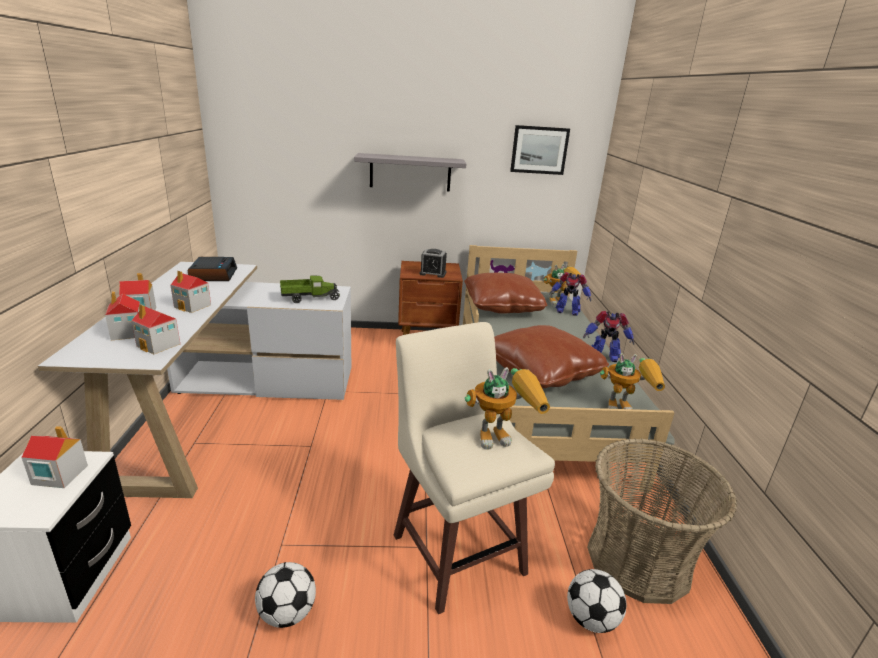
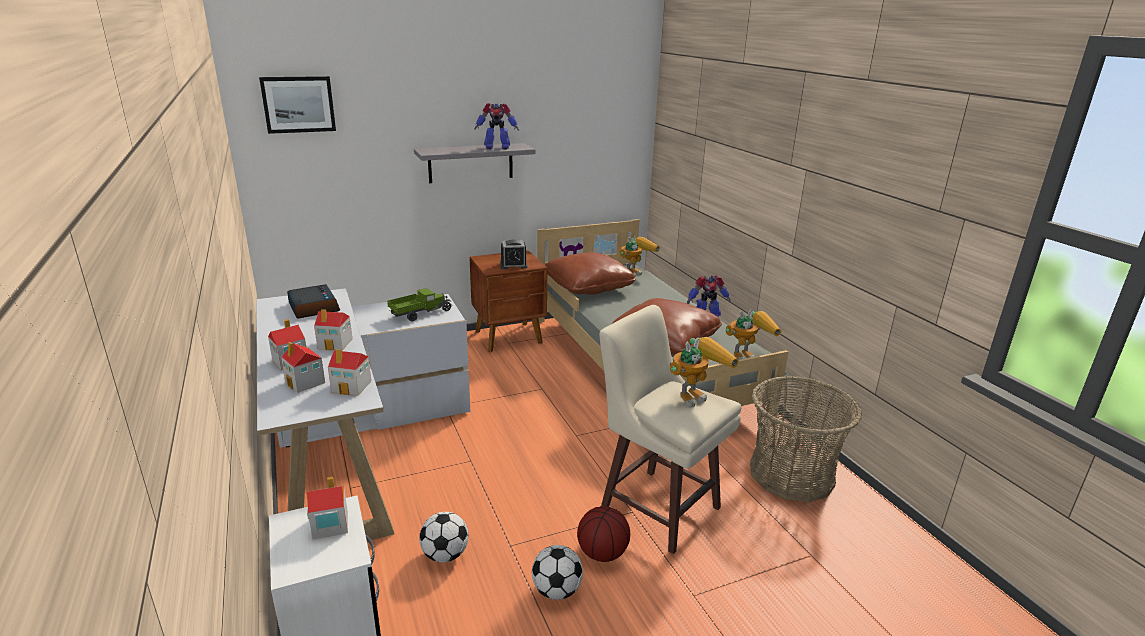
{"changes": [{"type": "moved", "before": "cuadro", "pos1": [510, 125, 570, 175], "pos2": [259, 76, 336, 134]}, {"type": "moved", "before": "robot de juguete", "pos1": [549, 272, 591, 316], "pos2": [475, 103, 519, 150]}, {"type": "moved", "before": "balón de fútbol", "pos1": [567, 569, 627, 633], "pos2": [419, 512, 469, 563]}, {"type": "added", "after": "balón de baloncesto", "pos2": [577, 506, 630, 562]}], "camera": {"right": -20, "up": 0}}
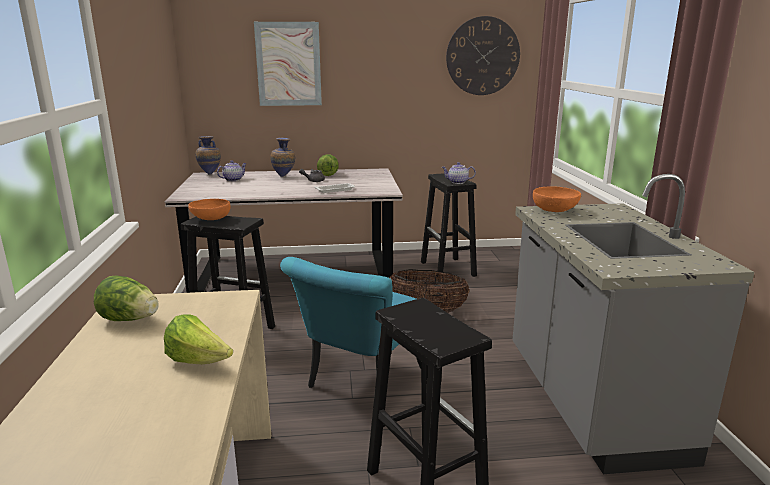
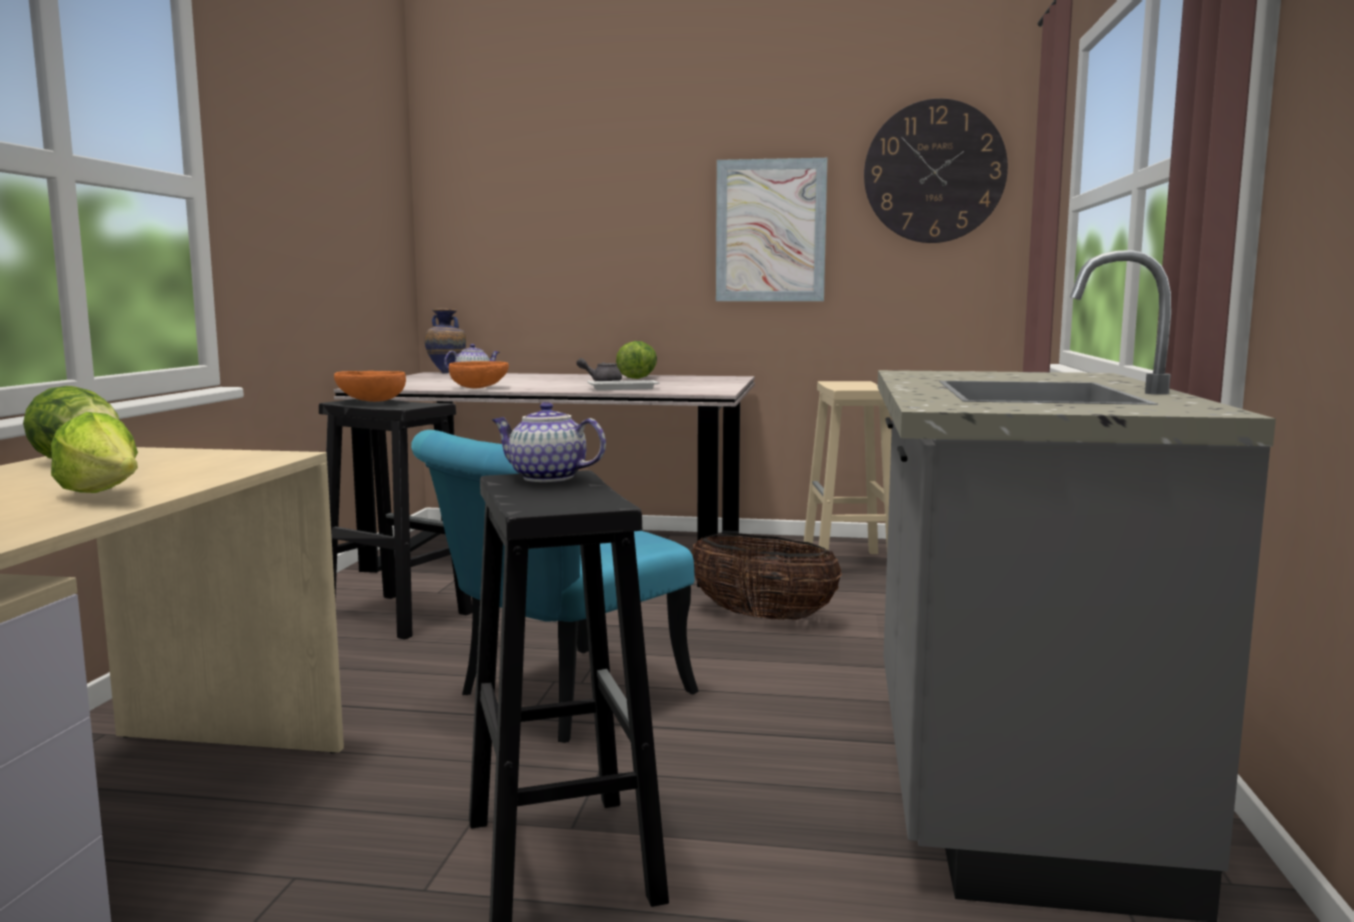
{"changes": [{"type": "moved", "before": "cuadro", "pos1": [254, 22, 322, 106], "pos2": [716, 158, 827, 301]}, {"type": "removed", "before": "florero", "pos1": [271, 137, 295, 177]}, {"type": "recoloured", "before": "taburete (negro)", "after": "taburete (beis)", "pos1": [421, 173, 477, 280], "pos2": [804, 381, 891, 556]}, {"type": "moved", "before": "tetera", "pos1": [441, 162, 476, 184], "pos2": [492, 402, 606, 482]}, {"type": "moved", "before": "cuenco (naranja)", "pos1": [533, 186, 581, 212], "pos2": [449, 361, 509, 388]}], "camera": {"right": 15, "up": -10}}
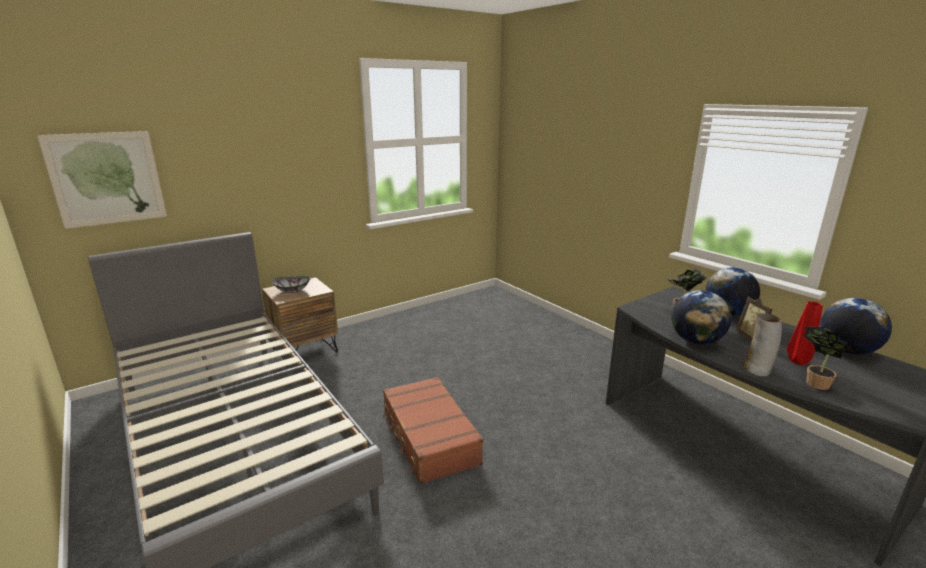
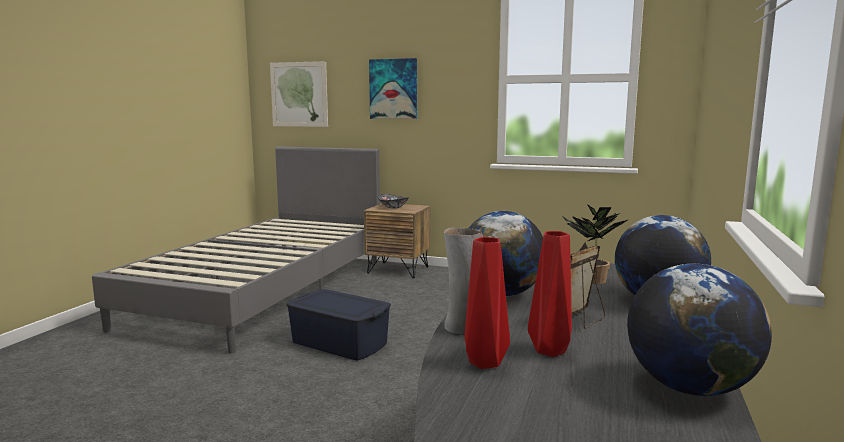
{"changes": [{"type": "replaced", "before": "maleta (marrón)", "after": "caja de almacenaje (azul)", "pos1": [382, 377, 484, 484], "pos2": [286, 289, 391, 360]}, {"type": "replaced", "before": "planta en maceta", "after": "florero (rojo)", "pos1": [804, 325, 851, 390], "pos2": [464, 237, 510, 369]}, {"type": "added", "after": "cuadro", "pos2": [369, 58, 417, 119]}], "camera": {"right": 55, "up": -10}}
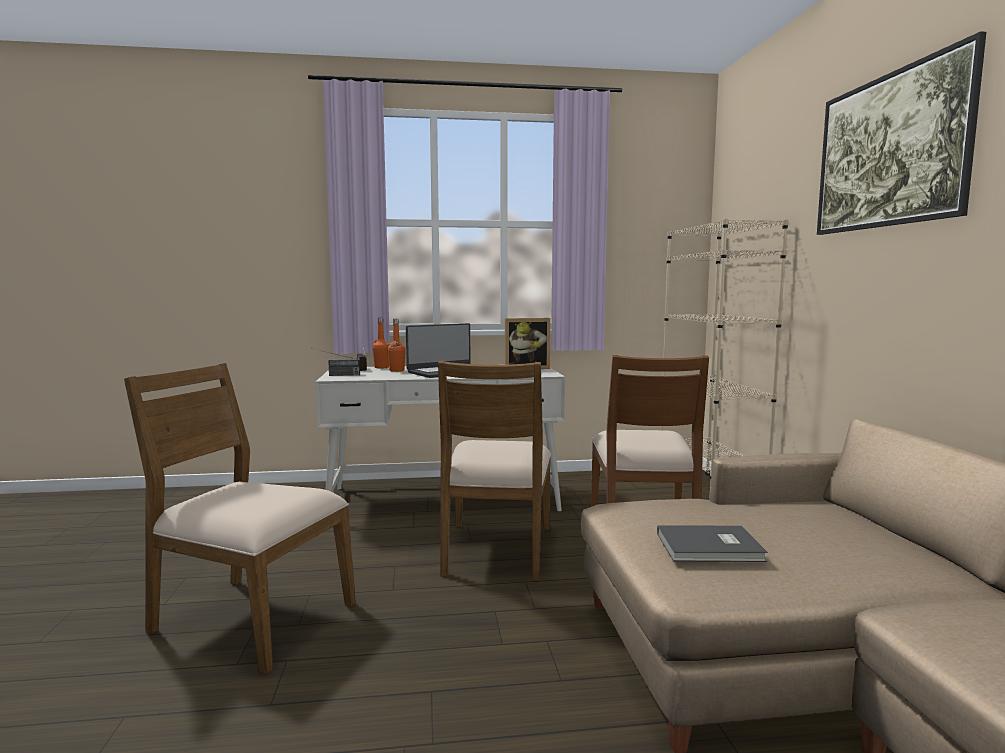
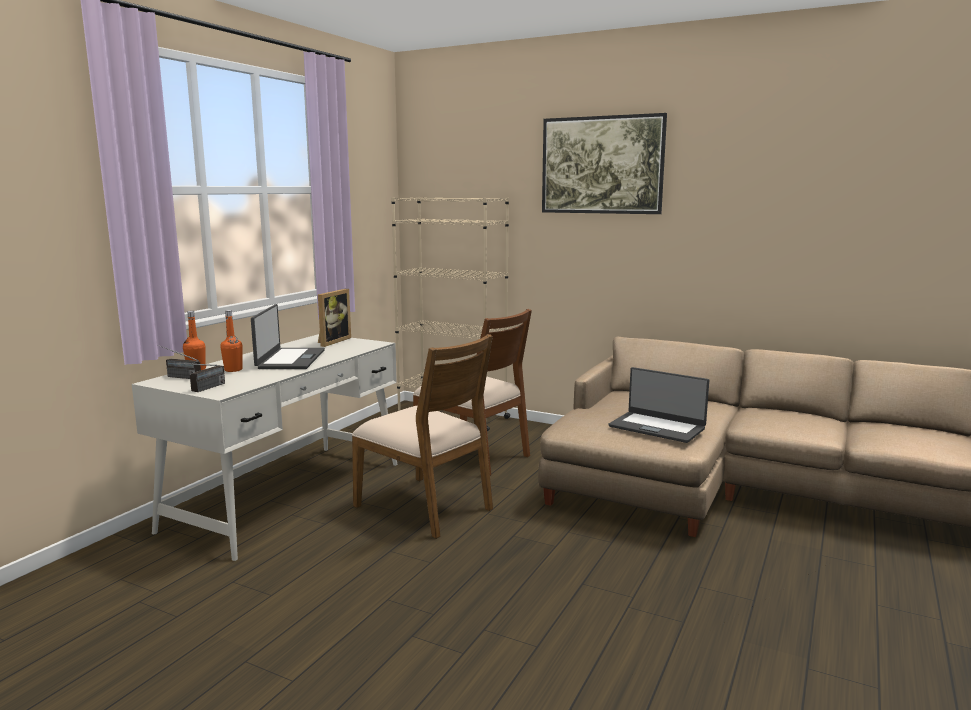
{"changes": [{"type": "removed", "before": "silla (marrón)", "pos1": [124, 363, 356, 675]}, {"type": "replaced", "before": "libro (gris)", "after": "portátil", "pos1": [657, 525, 768, 562], "pos2": [609, 367, 709, 443]}], "camera": {"right": -55, "up": 5}}
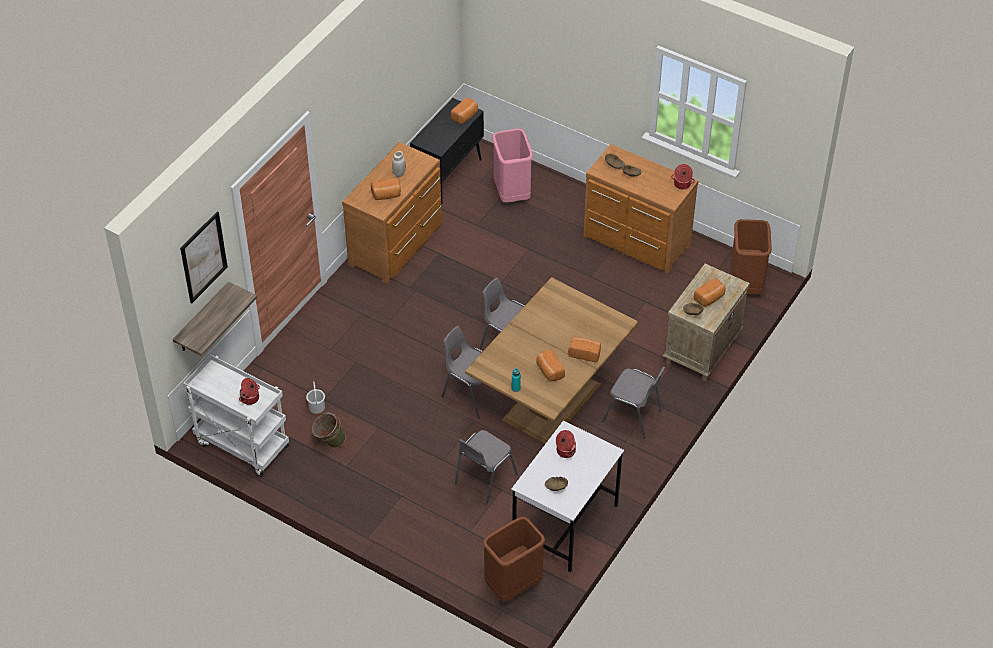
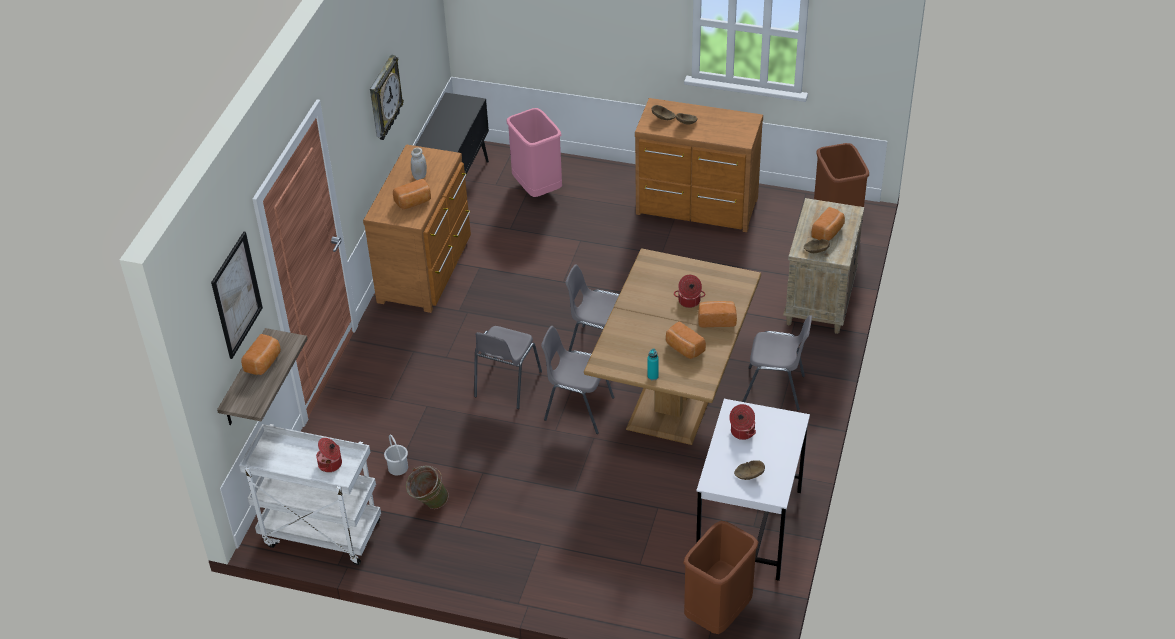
{"changes": [{"type": "moved", "before": "pan", "pos1": [451, 97, 478, 124], "pos2": [241, 334, 281, 375]}, {"type": "moved", "before": "silla (gris)", "pos1": [455, 430, 518, 504], "pos2": [474, 326, 542, 409]}, {"type": "moved", "before": "olla", "pos1": [671, 164, 695, 189], "pos2": [674, 275, 705, 308]}, {"type": "added", "after": "reloj de pared", "pos2": [370, 55, 404, 140]}], "camera": {"right": -15, "up": -5}}
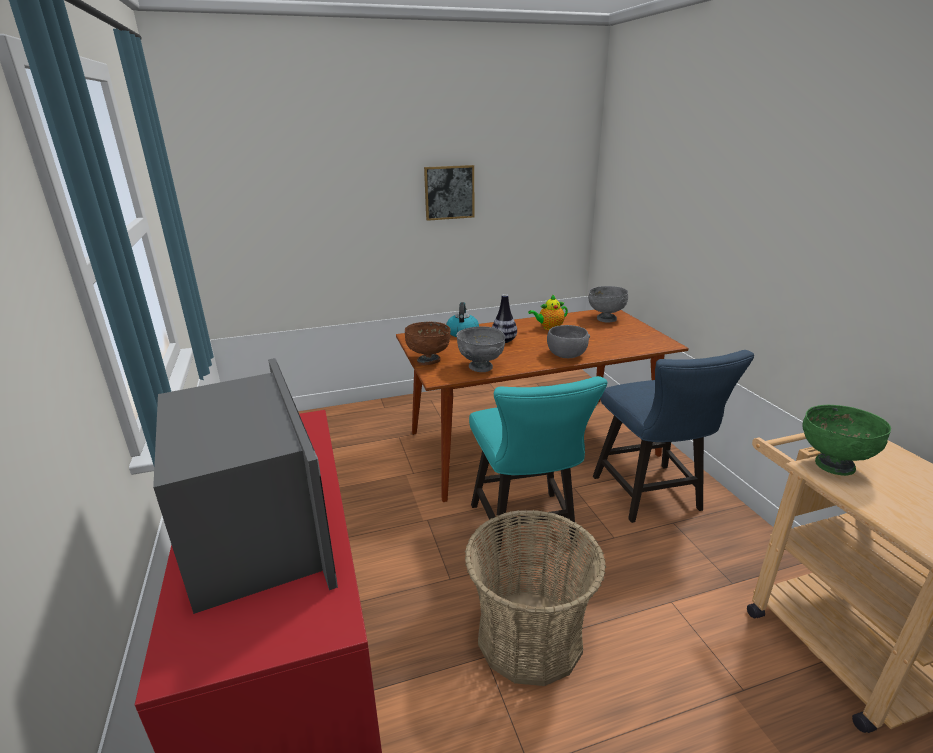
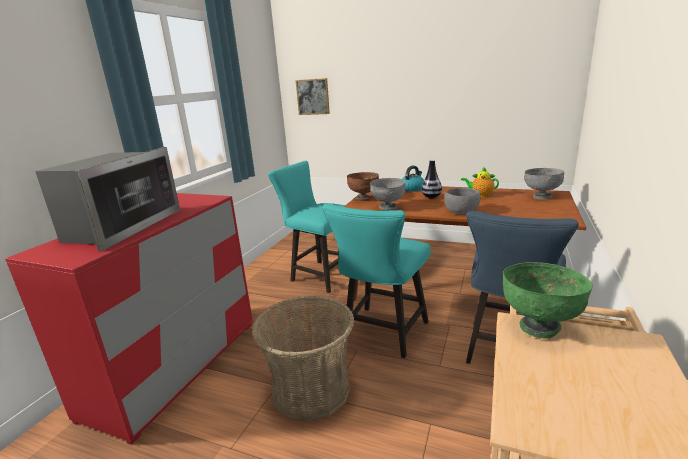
{"changes": [{"type": "moved", "before": "cuadro", "pos1": [424, 165, 475, 221], "pos2": [296, 78, 330, 115]}, {"type": "added", "after": "silla (turquesa)", "pos2": [268, 161, 345, 293]}], "camera": {"right": 40, "up": -5}}
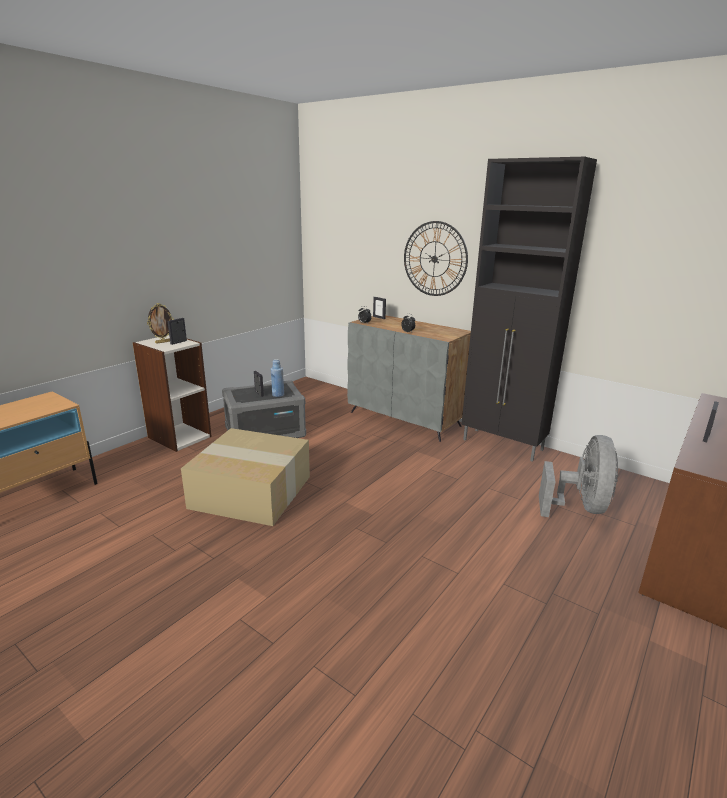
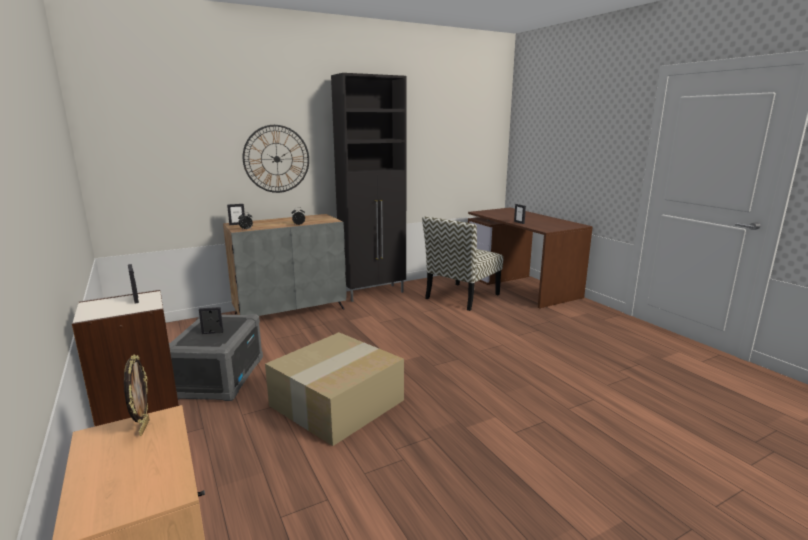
{"changes": [{"type": "moved", "before": "portarretratos", "pos1": [147, 303, 174, 344], "pos2": [124, 355, 150, 436]}, {"type": "removed", "before": "botella (azul)", "pos1": [271, 359, 284, 397]}, {"type": "replaced", "before": "ventilador (gris)", "after": "silla", "pos1": [539, 435, 618, 517], "pos2": [422, 216, 503, 311]}], "camera": {"right": -65, "up": -5}}
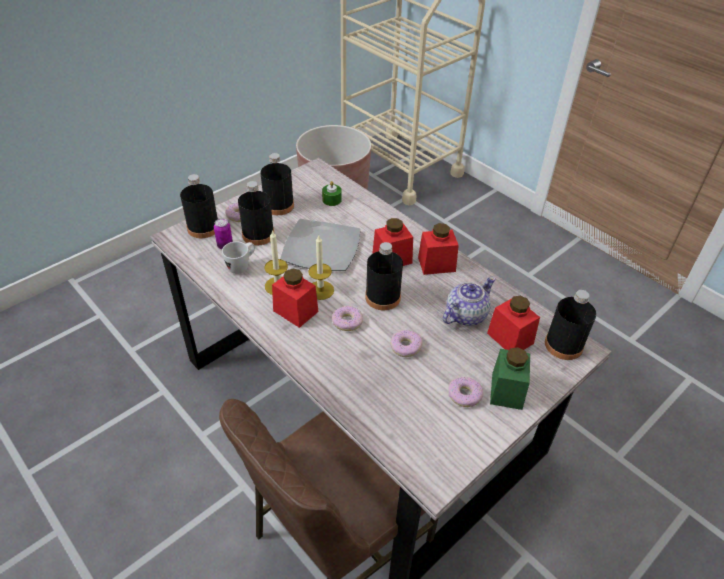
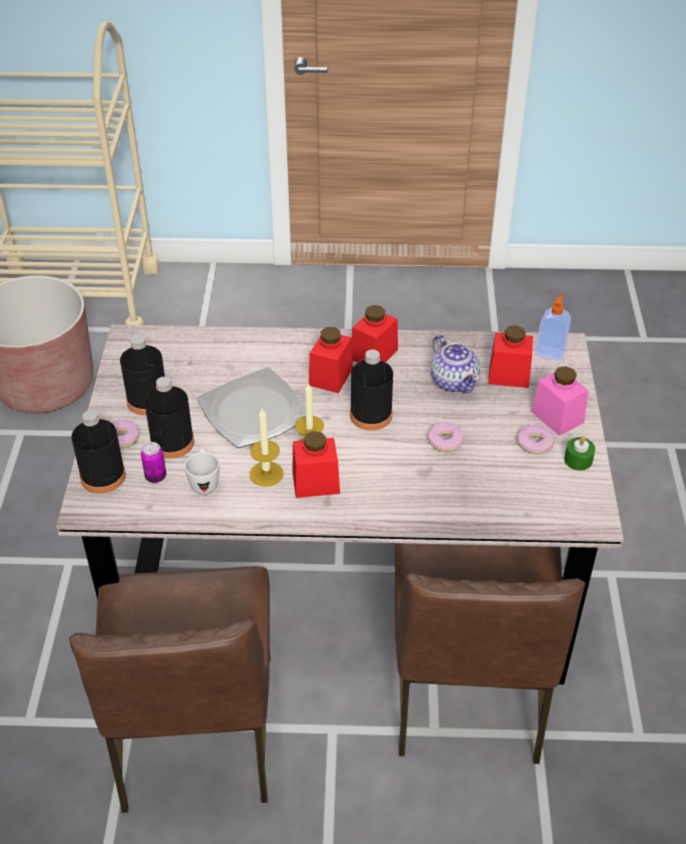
{"changes": [{"type": "moved", "before": "vela (verde)", "pos1": [322, 181, 342, 206], "pos2": [564, 436, 595, 471]}, {"type": "removed", "before": "rosquilla", "pos1": [332, 306, 363, 331]}, {"type": "turned", "before": "tetera", "pos1": [443, 277, 495, 326], "pos2": [431, 335, 480, 393], "turn": 150}, {"type": "recoloured", "before": "tarro (verde)", "after": "tarro (rosa)", "pos1": [490, 347, 530, 410], "pos2": [531, 366, 588, 436]}, {"type": "replaced", "before": "botella (negro)", "after": "dispensador de jabón", "pos1": [545, 290, 597, 360], "pos2": [535, 294, 571, 361]}, {"type": "added", "after": "silla (marrón)", "pos2": [69, 566, 271, 813]}], "camera": {"right": -45, "up": 0}}
